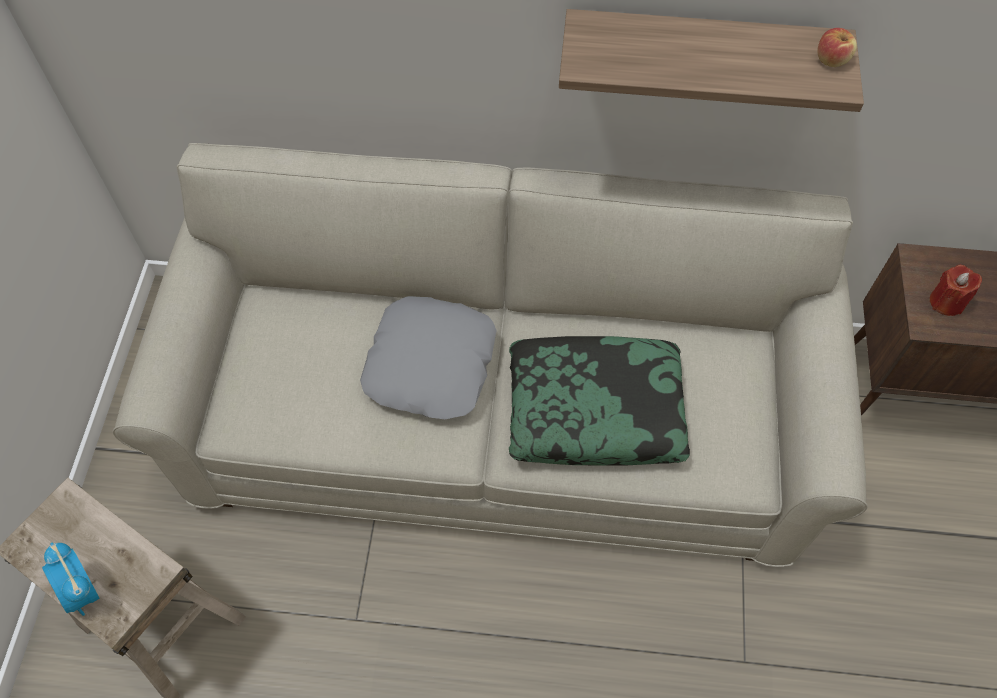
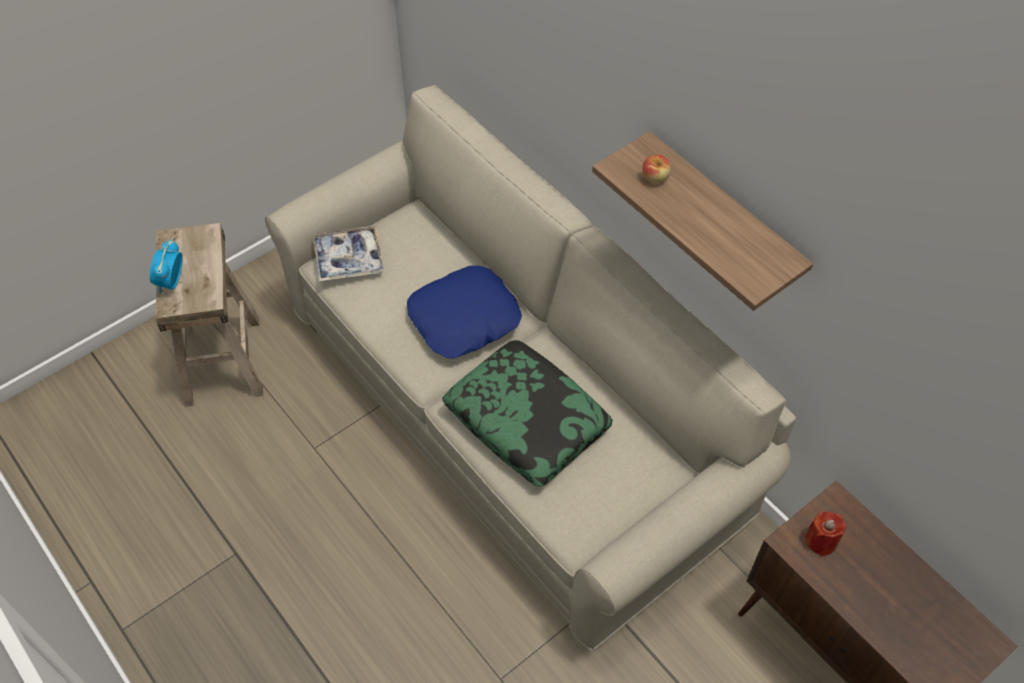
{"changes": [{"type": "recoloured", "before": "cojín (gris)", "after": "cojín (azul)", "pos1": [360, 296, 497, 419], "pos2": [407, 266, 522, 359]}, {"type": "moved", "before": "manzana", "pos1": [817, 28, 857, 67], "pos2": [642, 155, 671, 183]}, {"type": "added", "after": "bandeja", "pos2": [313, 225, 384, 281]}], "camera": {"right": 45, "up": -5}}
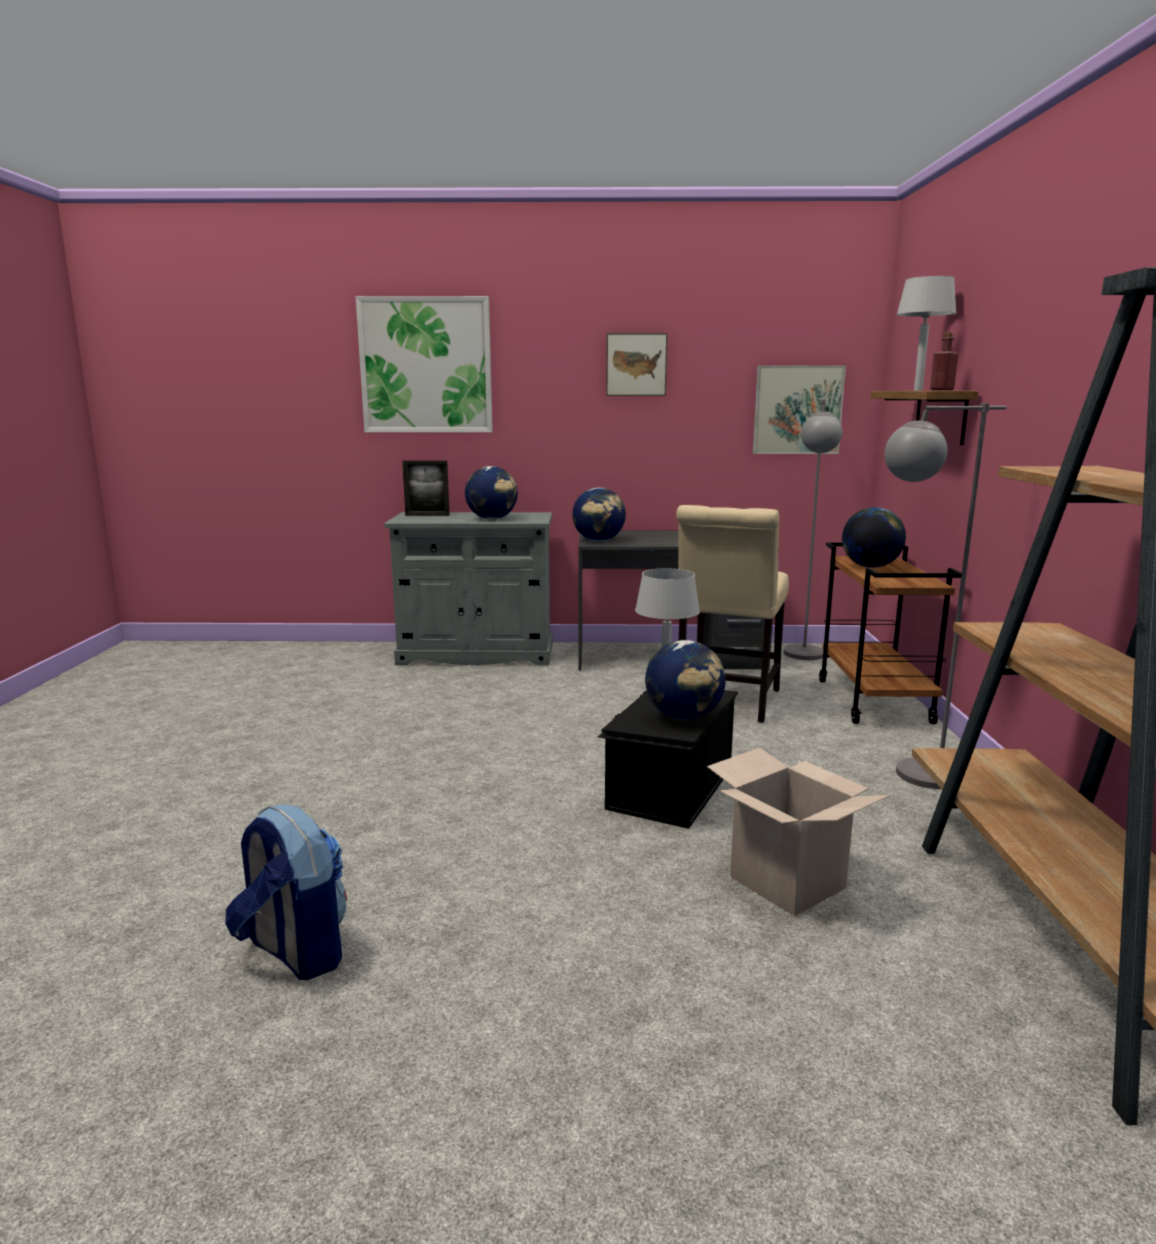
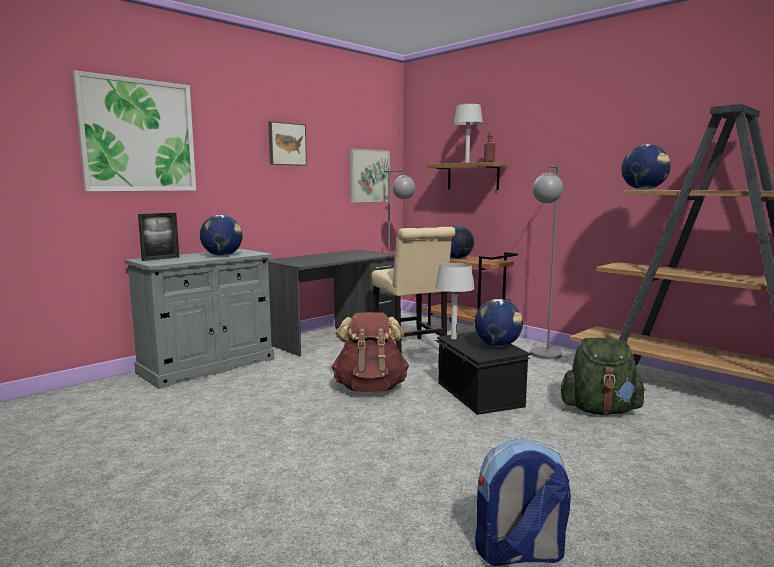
{"changes": [{"type": "moved", "before": "globo terráqueo", "pos1": [572, 488, 626, 541], "pos2": [621, 144, 671, 190]}, {"type": "replaced", "before": "caja de cartón", "after": "mochila (verde)", "pos1": [707, 748, 890, 916], "pos2": [561, 338, 646, 415]}, {"type": "added", "after": "mochila (marrón)", "pos2": [332, 312, 409, 392]}], "camera": {"right": -45, "up": -5}}
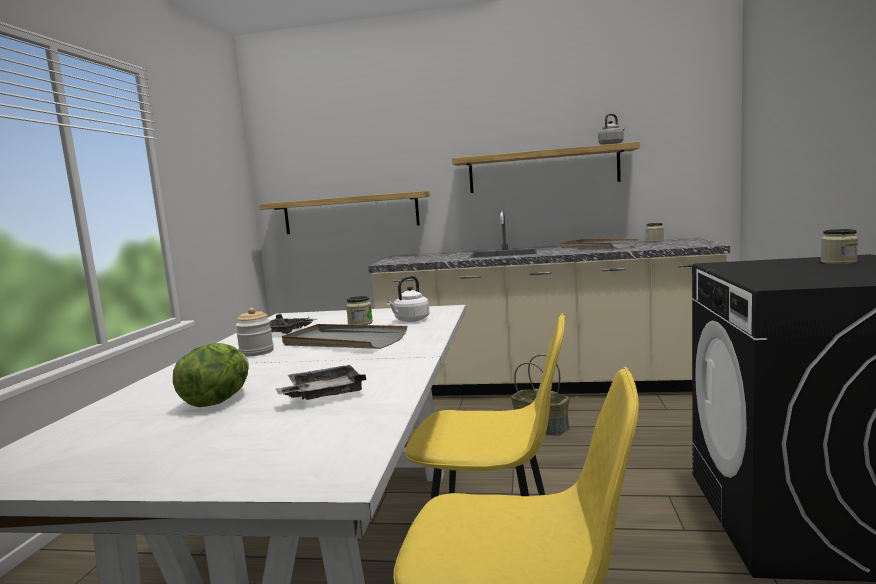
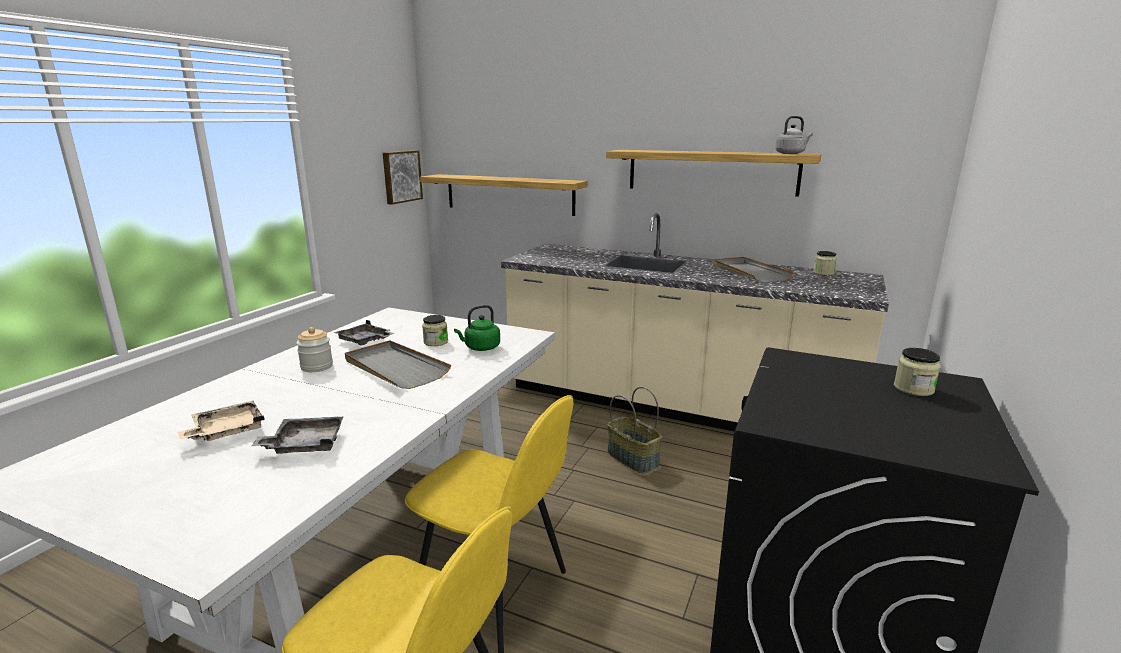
{"changes": [{"type": "replaced", "before": "lechuga", "after": "bandeja (beis)", "pos1": [173, 343, 249, 407], "pos2": [178, 401, 265, 441]}, {"type": "recoloured", "before": "hervidor (blanco)", "after": "hervidor (verde)", "pos1": [387, 276, 430, 322], "pos2": [454, 305, 500, 351]}, {"type": "added", "after": "cuadro", "pos2": [383, 150, 423, 205]}], "camera": {"right": 15, "up": 10}}
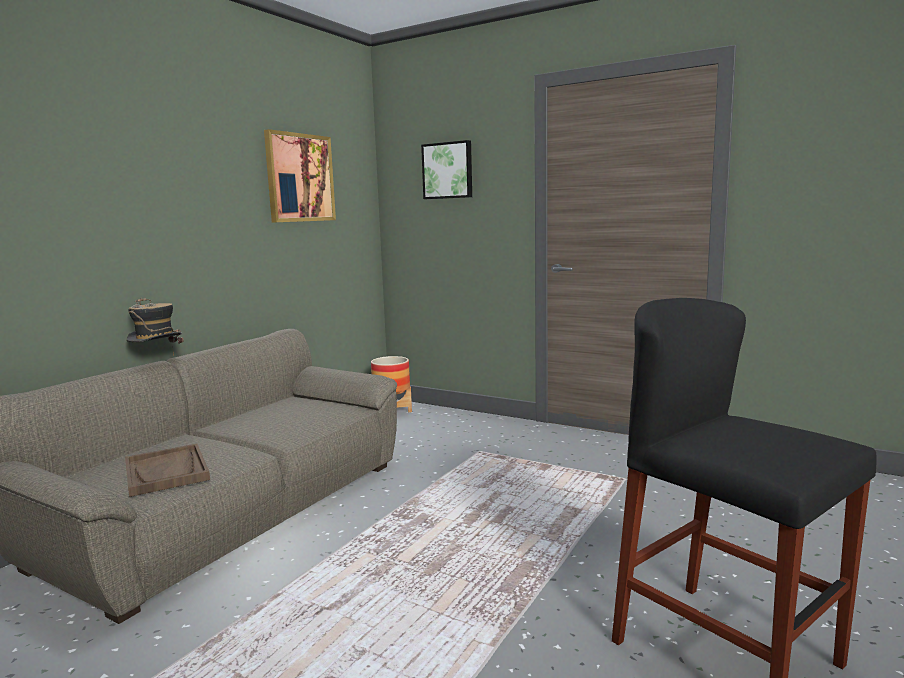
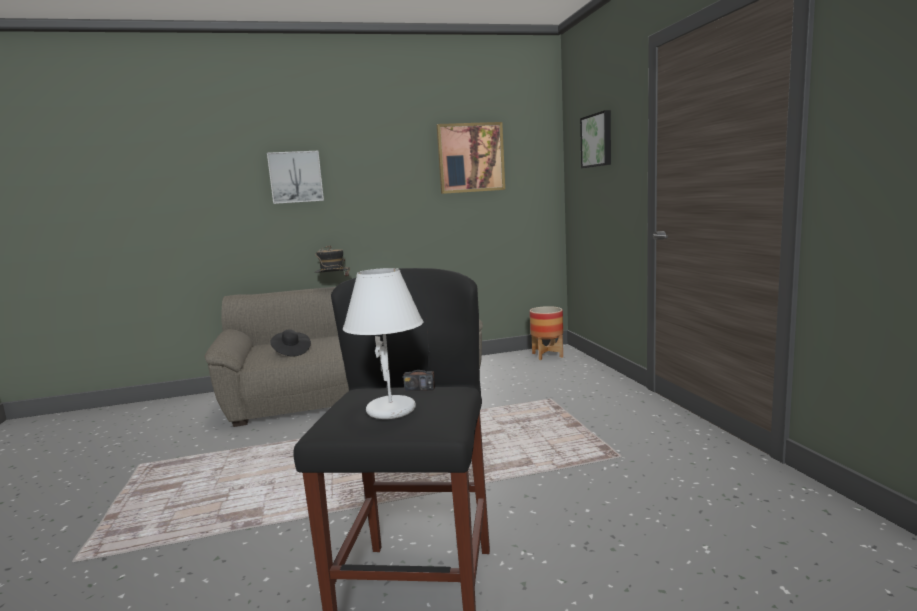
{"changes": [{"type": "replaced", "before": "bandeja (marrón)", "after": "sombrero (negro)", "pos1": [125, 444, 210, 497], "pos2": [270, 329, 311, 357]}, {"type": "added", "after": "cuadro", "pos2": [267, 151, 324, 204]}, {"type": "added", "after": "lámpara de mesa (blanco)", "pos2": [343, 268, 423, 419]}, {"type": "added", "after": "radio", "pos2": [403, 310, 435, 391]}], "camera": {"right": 45, "up": 0}}
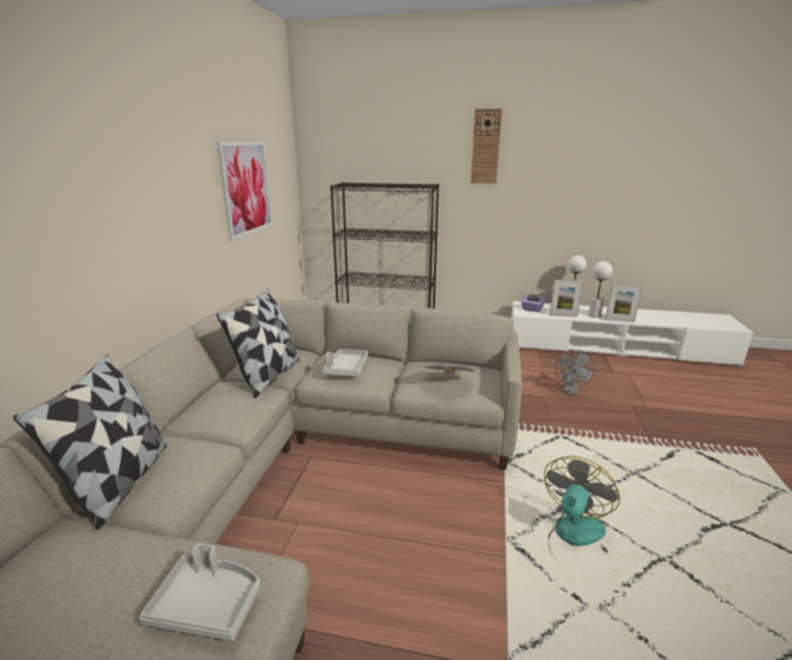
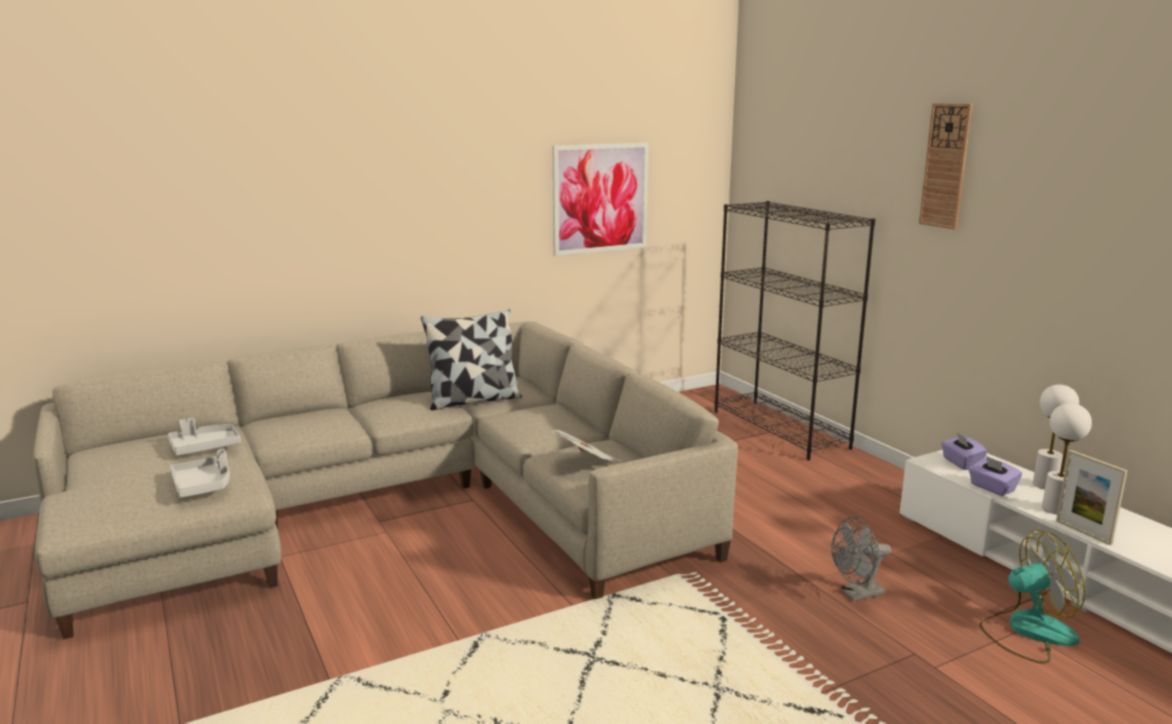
{"changes": [{"type": "removed", "before": "cojín", "pos1": [13, 354, 168, 530]}, {"type": "moved", "before": "bandeja (gris)", "pos1": [323, 349, 368, 376], "pos2": [168, 418, 241, 456]}, {"type": "moved", "before": "ventilador", "pos1": [544, 456, 620, 560], "pos2": [979, 530, 1085, 664]}, {"type": "replaced", "before": "portarretratos", "after": "caja de pañuelos (morado)", "pos1": [550, 280, 583, 317], "pos2": [969, 456, 1022, 496]}], "camera": {"right": 50, "up": -5}}
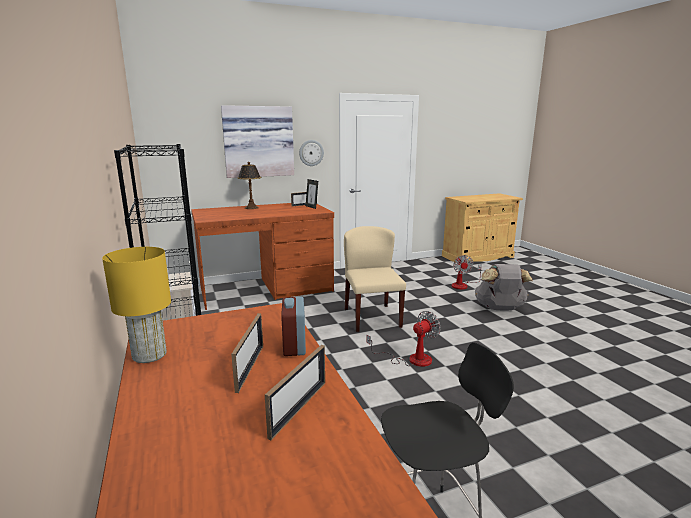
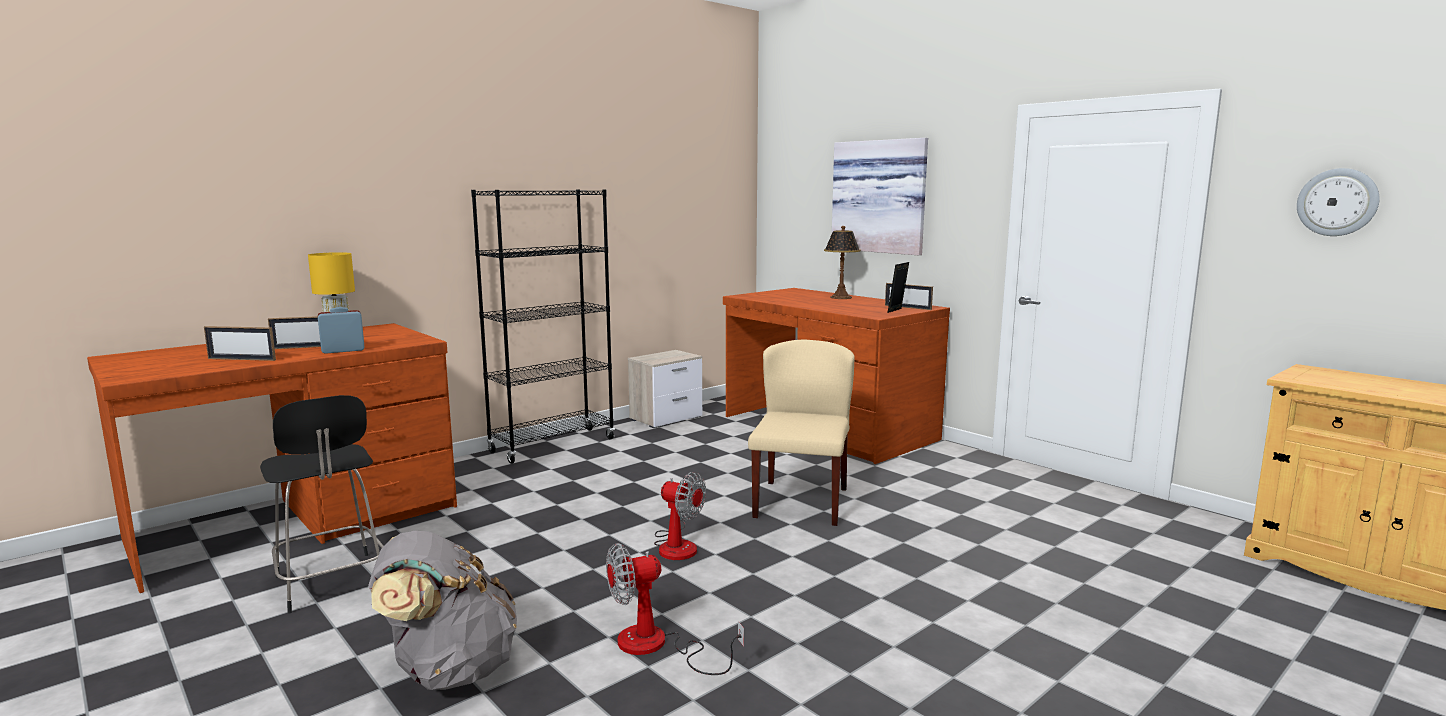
{"changes": [{"type": "moved", "before": "reloj de pared", "pos1": [299, 140, 324, 166], "pos2": [1297, 168, 1380, 236]}, {"type": "turned", "before": "silla (beis)", "pos1": [344, 226, 406, 332], "pos2": [748, 340, 855, 526], "turn": -45}, {"type": "moved", "before": "ventilador", "pos1": [452, 255, 482, 290], "pos2": [606, 543, 744, 675]}, {"type": "moved", "before": "mochila (gris)", "pos1": [475, 264, 533, 310], "pos2": [368, 531, 517, 690]}], "camera": {"right": 70, "up": -5}}
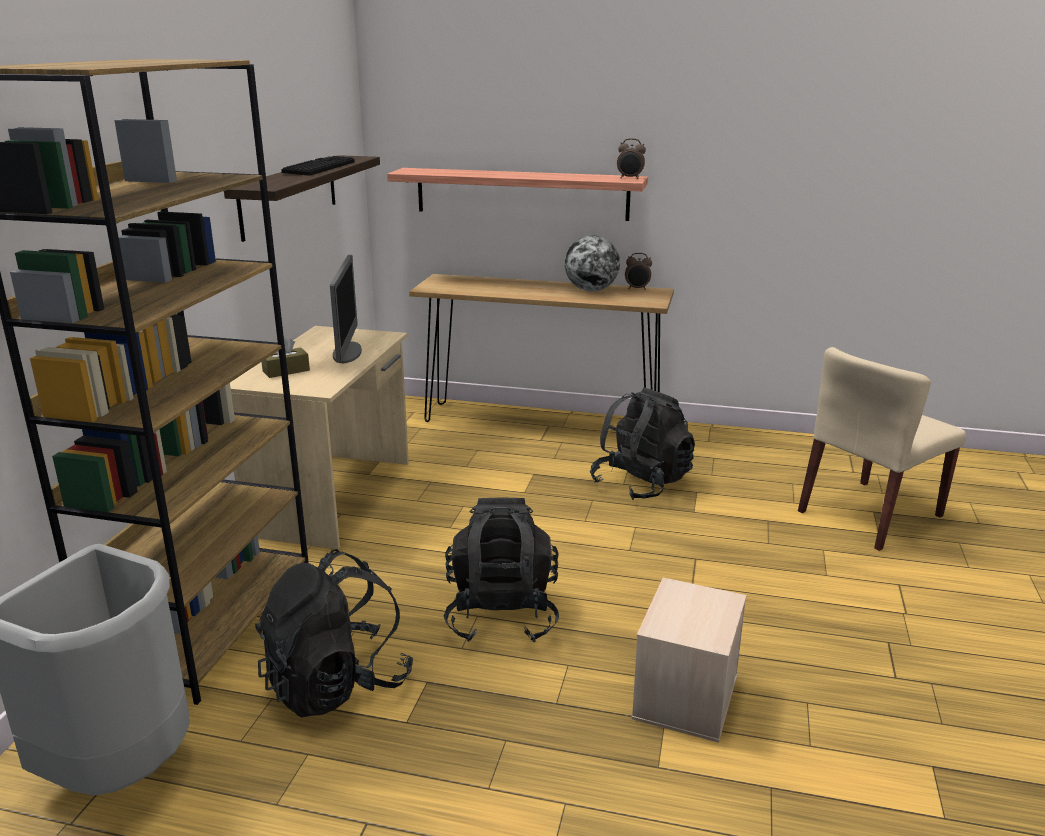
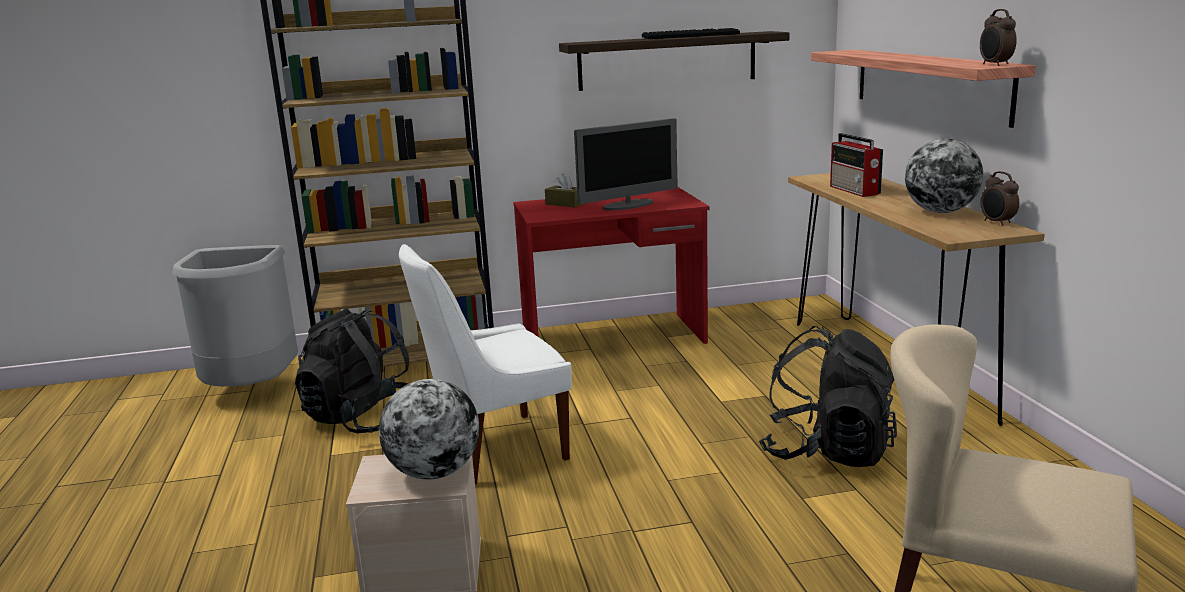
{"changes": [{"type": "recoloured", "before": "escritorio (beis)", "after": "escritorio (rojo)", "pos1": [230, 326, 409, 549], "pos2": [513, 187, 709, 344]}, {"type": "replaced", "before": "mochila (negro)", "after": "silla (blanco)", "pos1": [444, 497, 559, 642], "pos2": [399, 244, 572, 485]}, {"type": "added", "after": "globo terráqueo", "pos2": [379, 379, 479, 479]}, {"type": "added", "after": "radio", "pos2": [830, 133, 883, 197]}], "camera": {"right": 65, "up": -5}}
